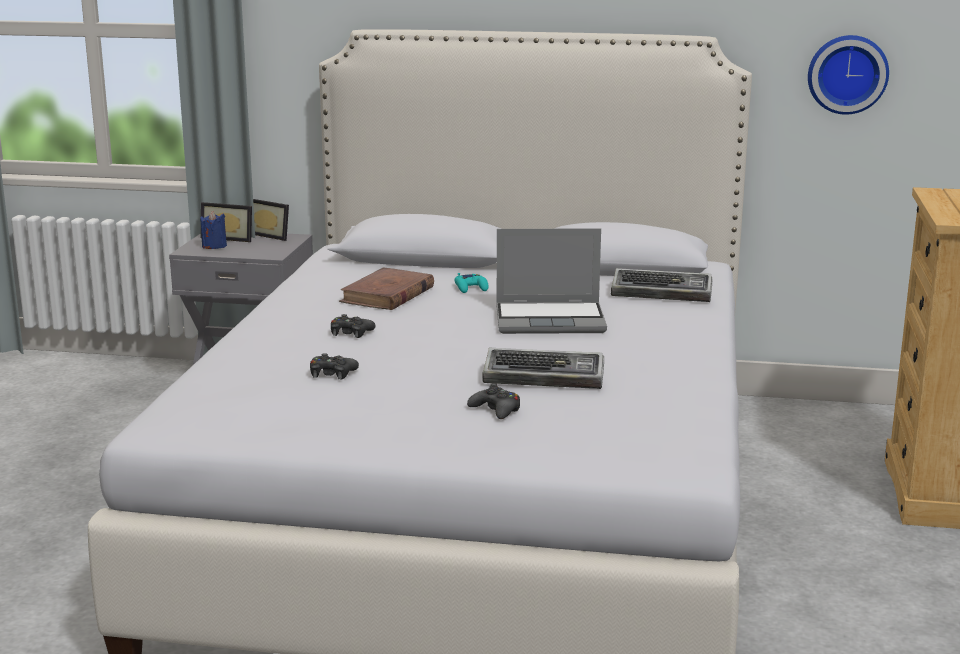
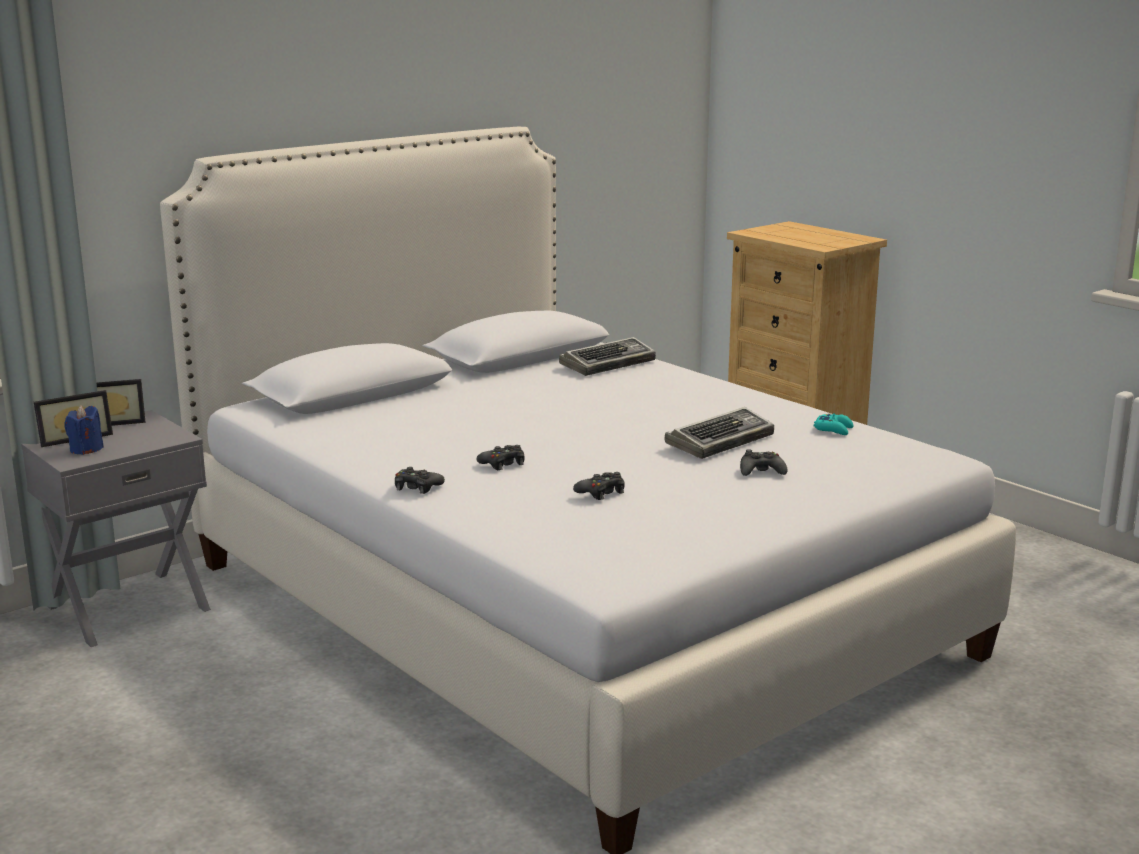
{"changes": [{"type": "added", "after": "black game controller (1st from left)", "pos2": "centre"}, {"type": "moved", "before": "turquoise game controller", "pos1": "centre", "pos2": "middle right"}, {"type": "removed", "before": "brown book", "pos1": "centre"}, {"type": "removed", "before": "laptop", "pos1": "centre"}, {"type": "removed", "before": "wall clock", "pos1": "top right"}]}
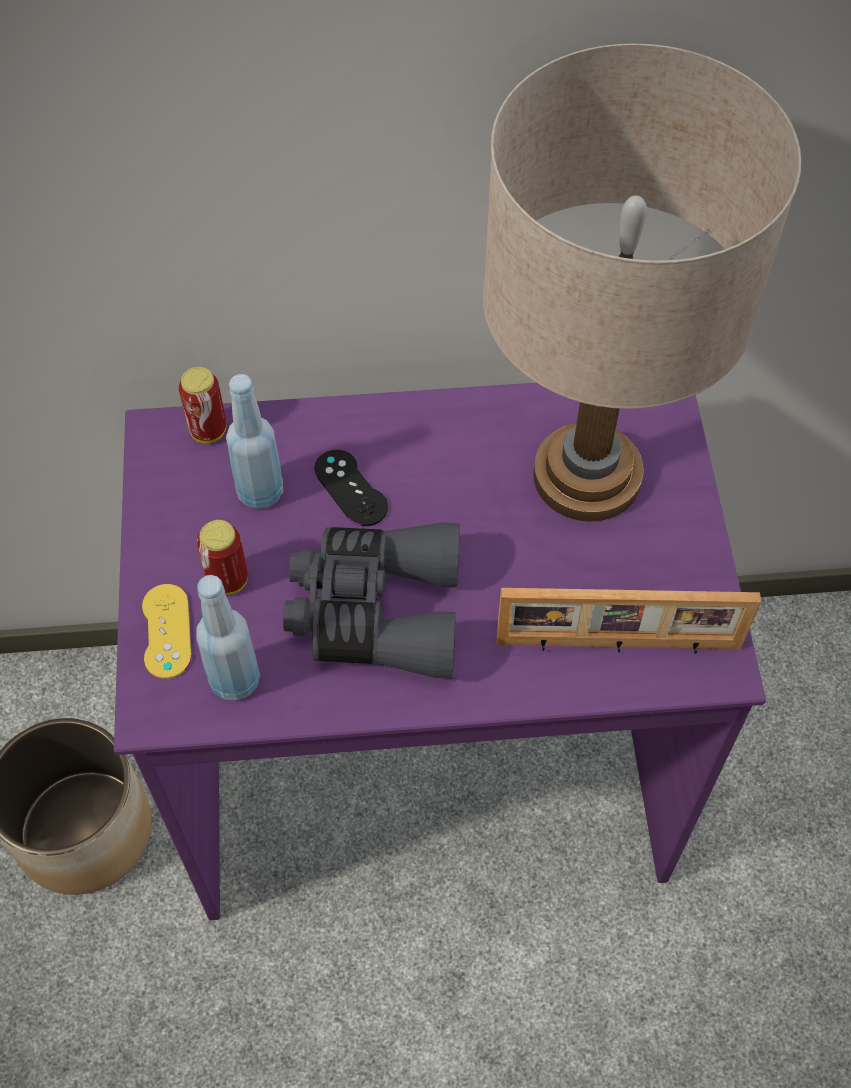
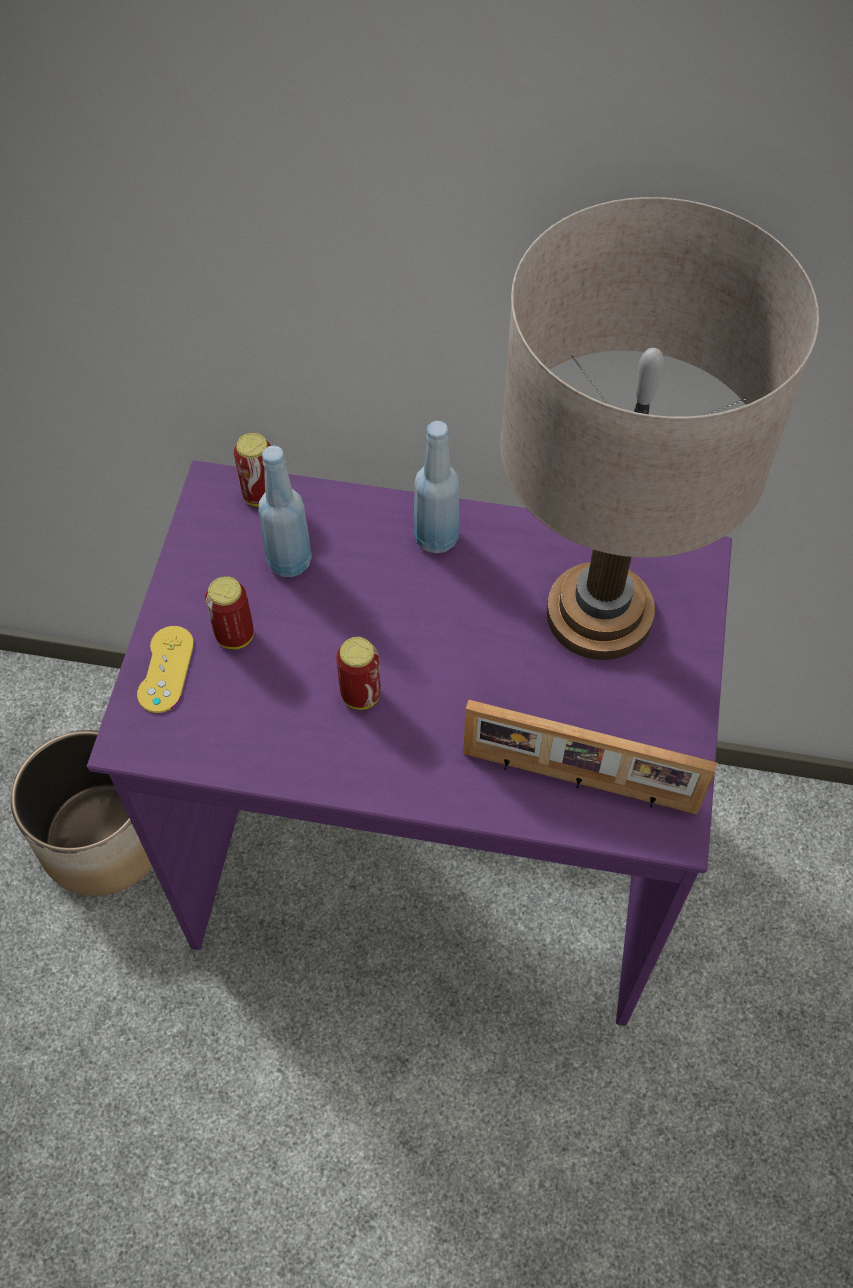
{"changes": [{"type": "replaced", "before": "grey binoculars", "after": "can (3rd from left)", "pos1": "centre", "pos2": "centre"}, {"type": "moved", "before": "blue bottle (1st from left in the first image)", "after": "blue bottle (2nd from left)", "pos1": "middle left", "pos2": "centre"}, {"type": "removed", "before": "black game controller", "pos1": "centre"}]}
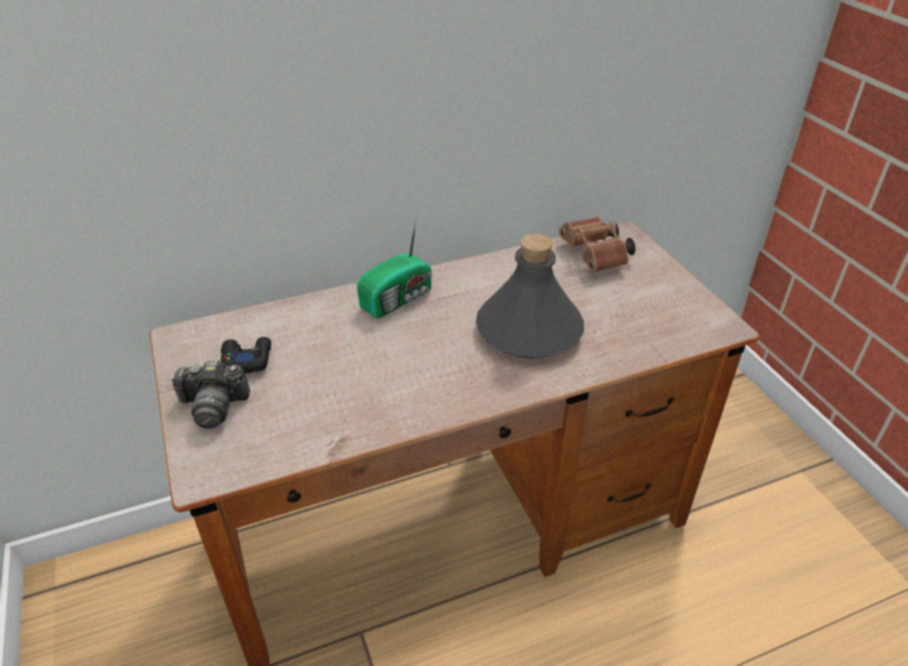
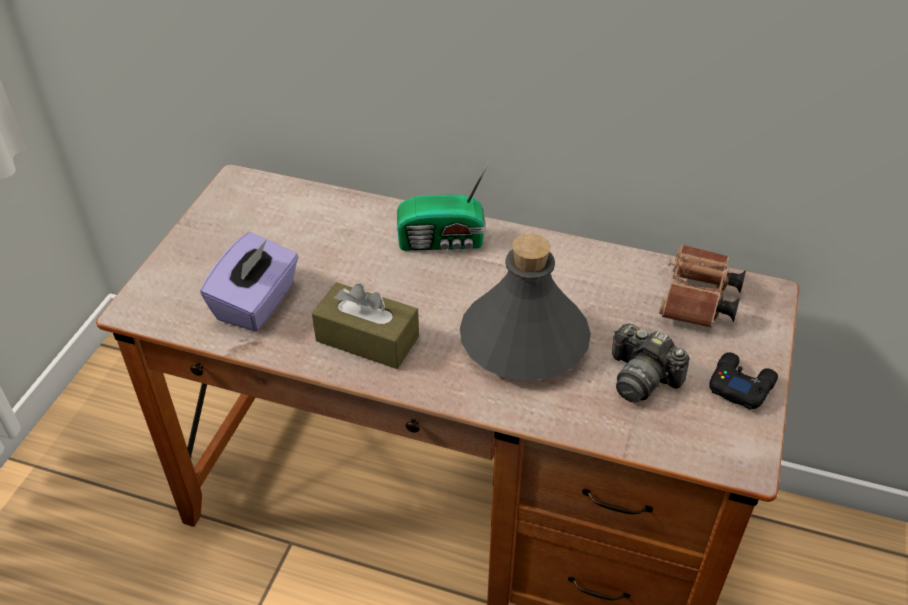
{"changes": [{"type": "added", "after": "purple tissue box", "pos2": "middle left"}, {"type": "added", "after": "brown tissue box", "pos2": "centre"}, {"type": "moved", "before": "photo camera", "pos1": "middle left", "pos2": "middle right"}, {"type": "moved", "before": "black game controller", "pos1": "middle left", "pos2": "middle right"}]}
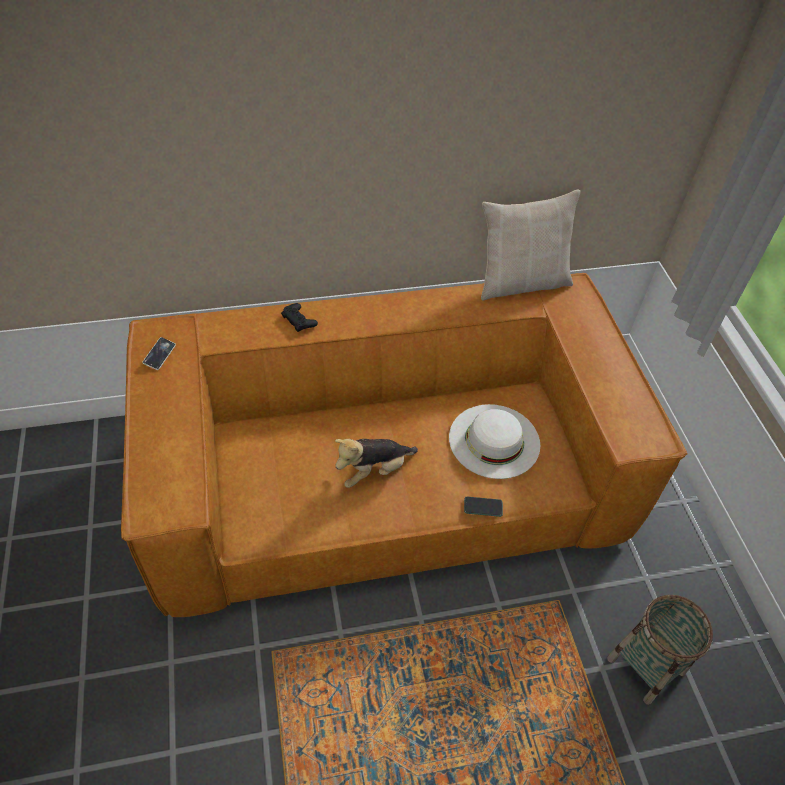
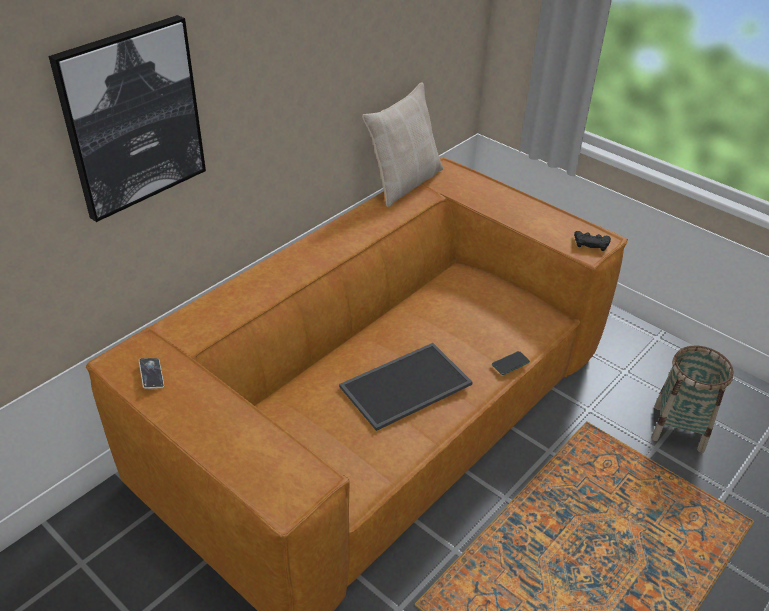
{"changes": [{"type": "added", "after": "picture", "pos2": "top left"}, {"type": "replaced", "before": "plush toy", "after": "tray", "pos1": "centre", "pos2": "centre"}, {"type": "moved", "before": "black game controller", "pos1": "centre", "pos2": "middle right"}, {"type": "removed", "before": "white hat", "pos1": "centre"}]}
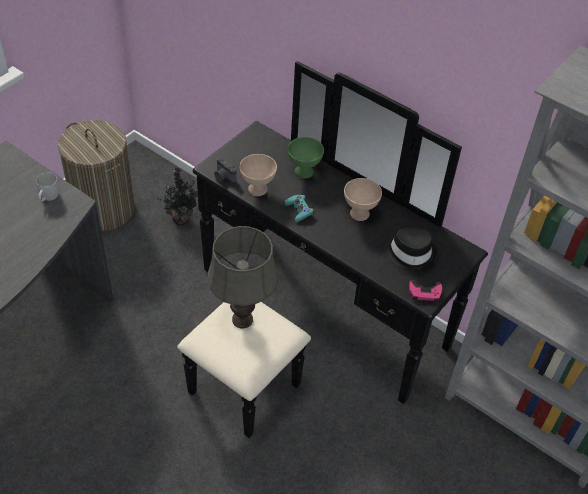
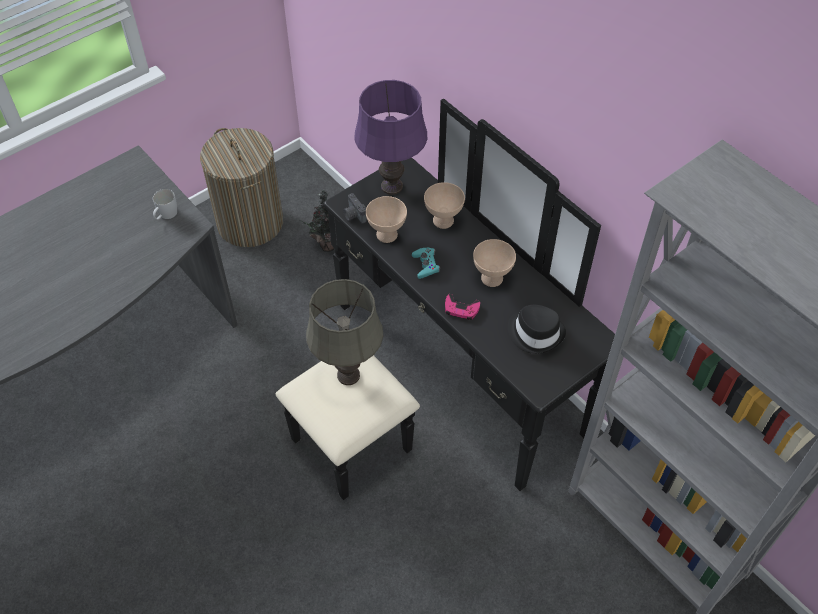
{"changes": [{"type": "added", "after": "purple table lamp", "pos2": "top centre"}, {"type": "recoloured", "before": "green bowl", "after": "beige bowl (2nd from left)", "pos1": "top centre", "pos2": "centre"}, {"type": "moved", "before": "pink game controller", "pos1": "middle right", "pos2": "centre"}]}
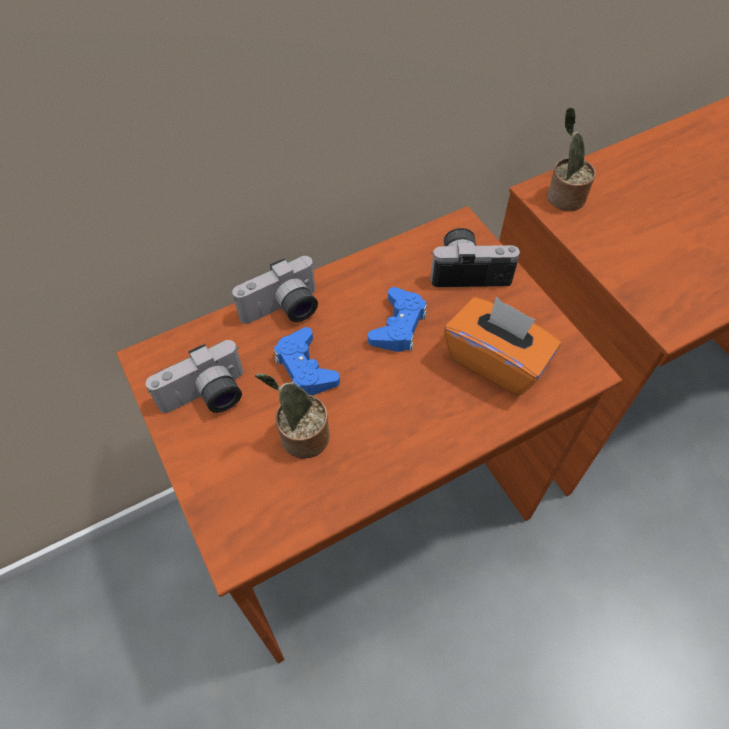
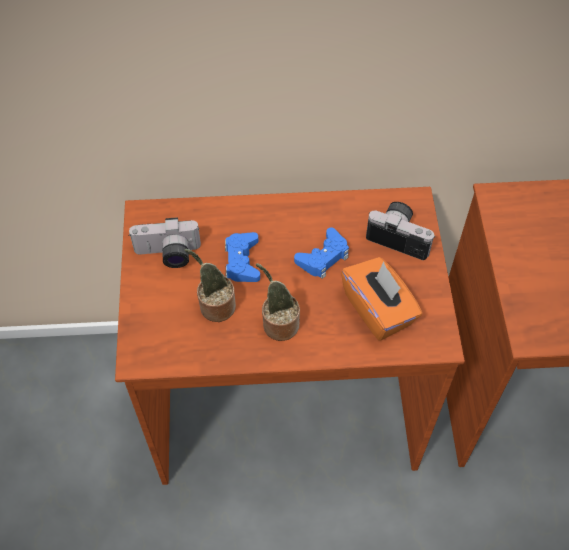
{"changes": [{"type": "moved", "before": "potted plant (2nd from left)", "pos1": "top right", "pos2": "centre"}, {"type": "removed", "before": "photo camera (2nd from left)", "pos1": "centre"}]}
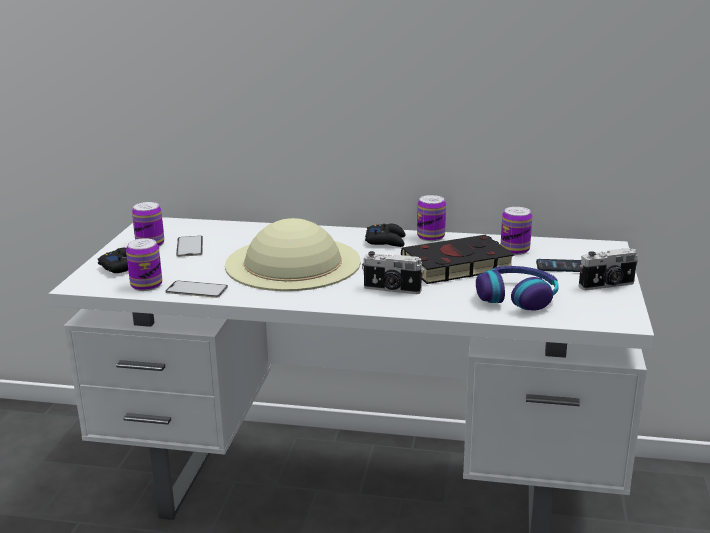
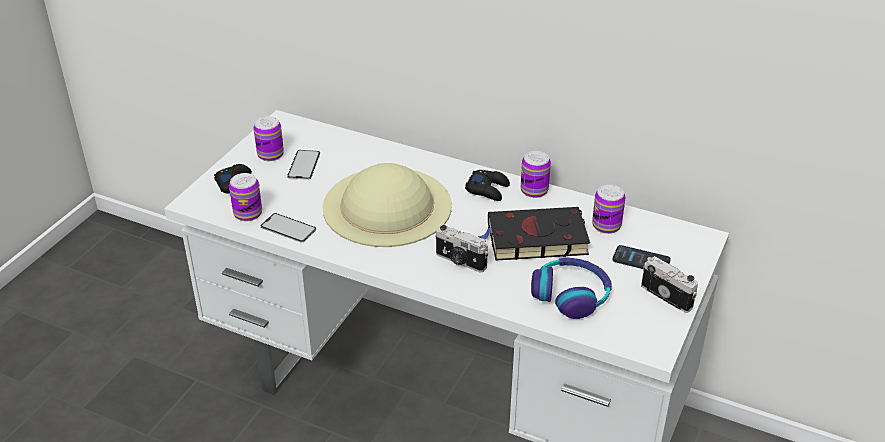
{"changes": [{"type": "turned", "before": "photo camera (2nd from left)", "pos1": "middle right", "pos2": "middle right", "turn": -135}]}
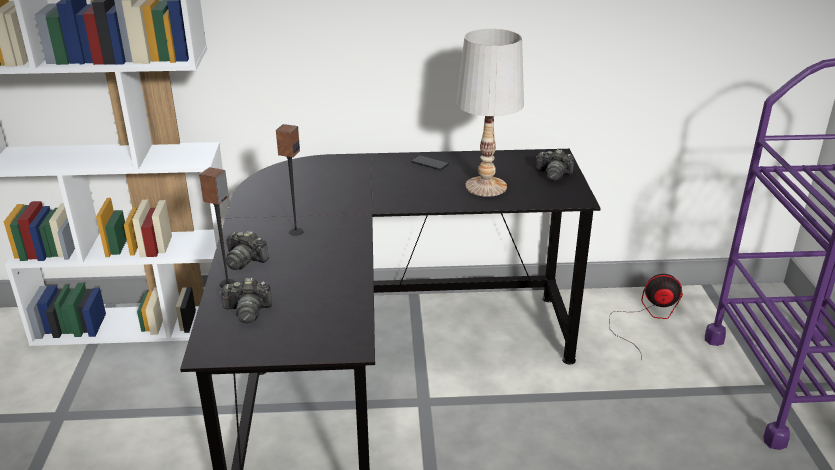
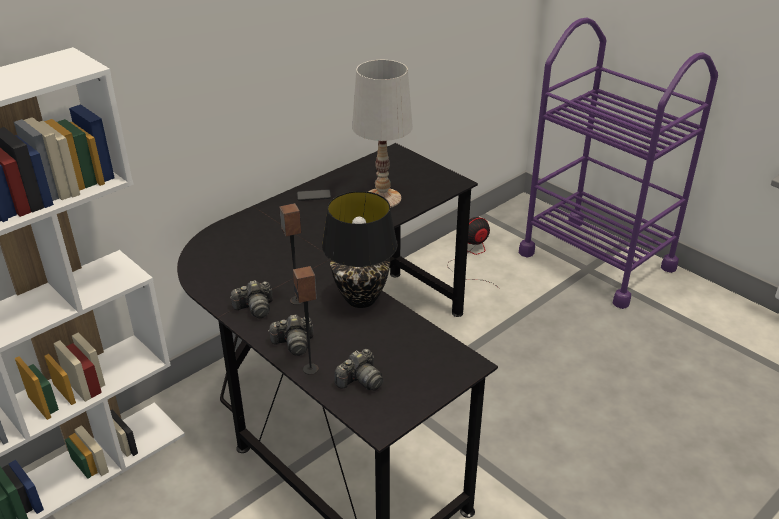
{"changes": [{"type": "moved", "before": "photo camera (3rd from left in the first image)", "after": "photo camera (1st from left)", "pos1": "centre", "pos2": "middle left"}, {"type": "added", "after": "black table lamp", "pos2": "centre"}]}
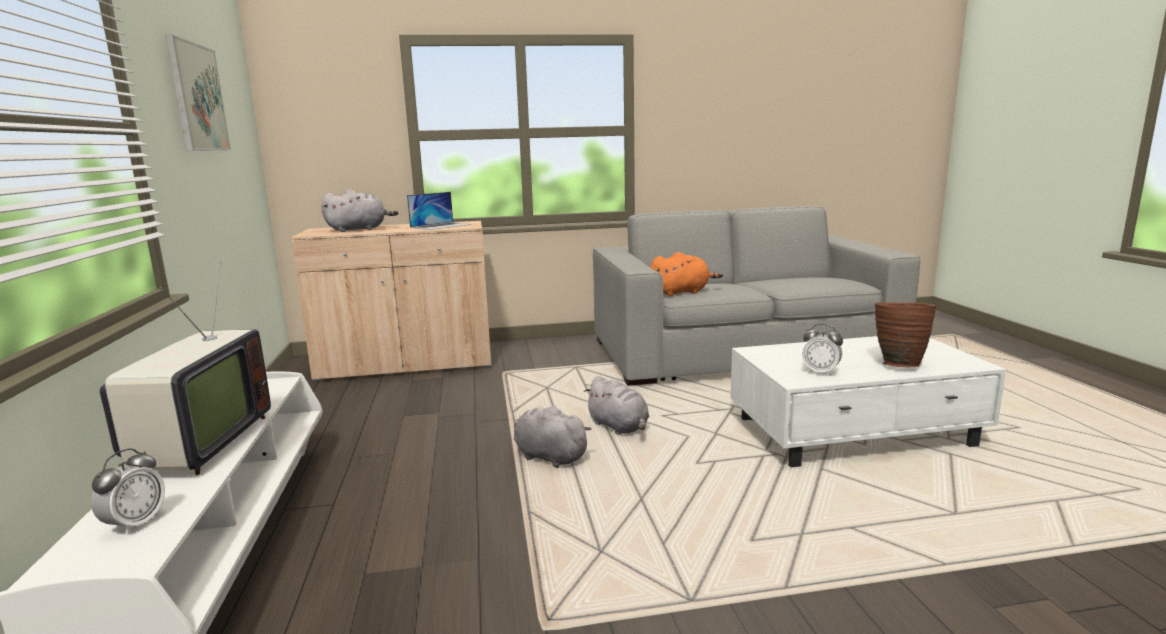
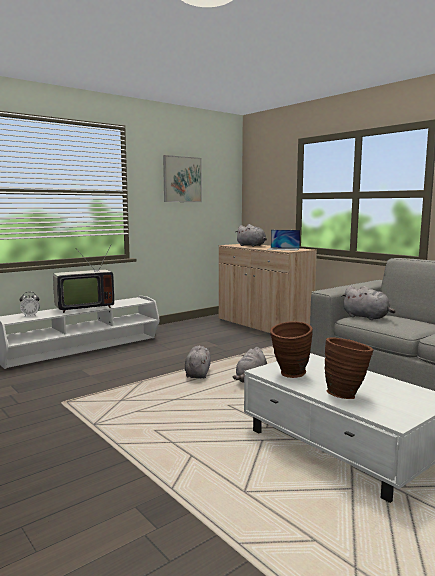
{"changes": [{"type": "replaced", "before": "alarm clock (2nd from left)", "after": "brown vase (1st from left)", "pos1": "middle right", "pos2": "middle right"}, {"type": "recoloured", "before": "orange plush toy", "after": "grey plush toy (4th from left)", "pos1": "centre", "pos2": "middle right"}]}
